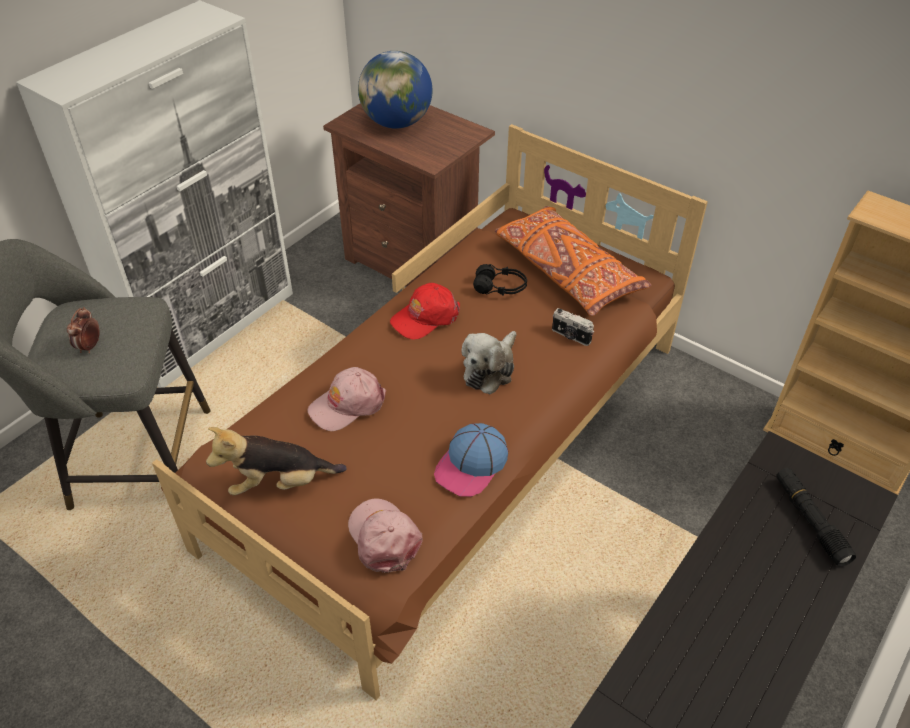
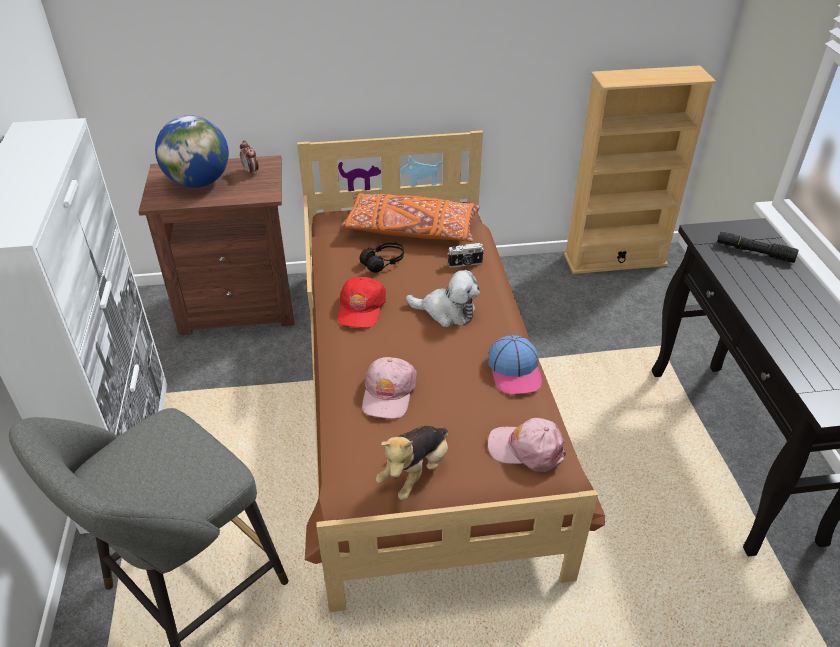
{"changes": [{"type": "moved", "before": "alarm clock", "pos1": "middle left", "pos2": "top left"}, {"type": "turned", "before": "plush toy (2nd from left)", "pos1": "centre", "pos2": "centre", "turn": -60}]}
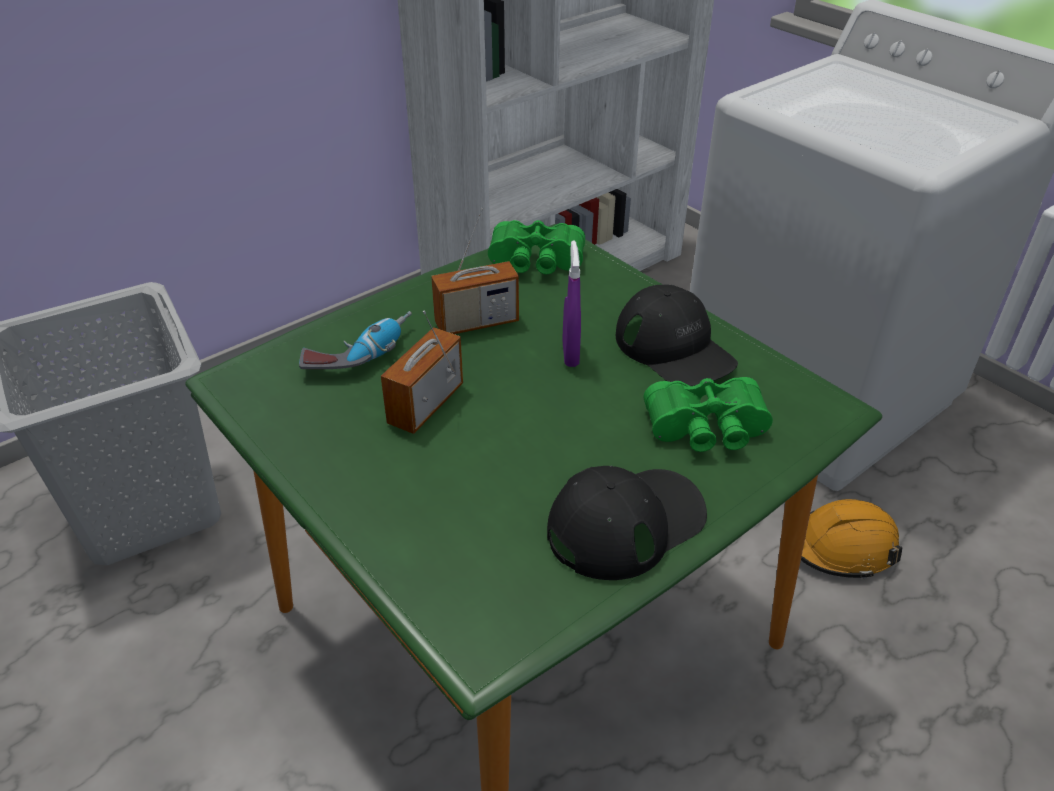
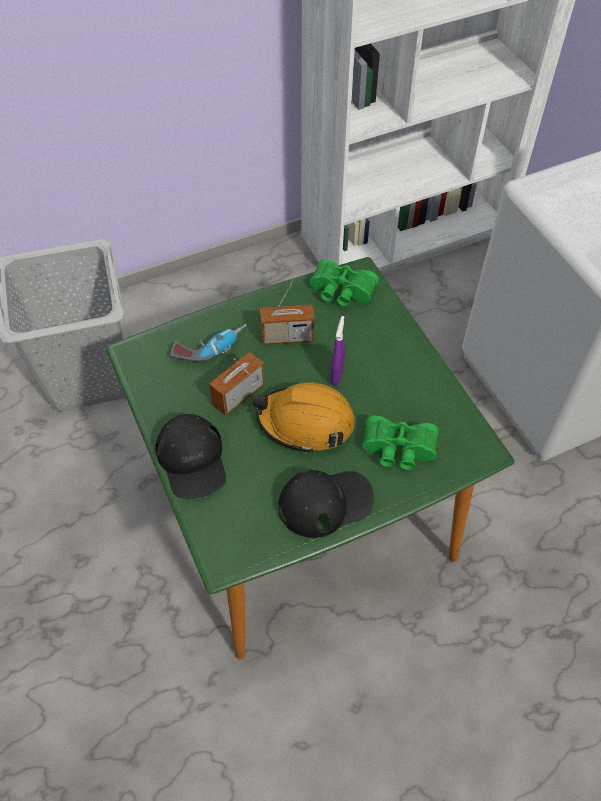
{"changes": [{"type": "moved", "before": "black cap (2nd from left in the first image)", "after": "black cap (1st from left)", "pos1": "centre", "pos2": "middle left"}, {"type": "moved", "before": "orange hard hat", "pos1": "bottom right", "pos2": "centre"}]}
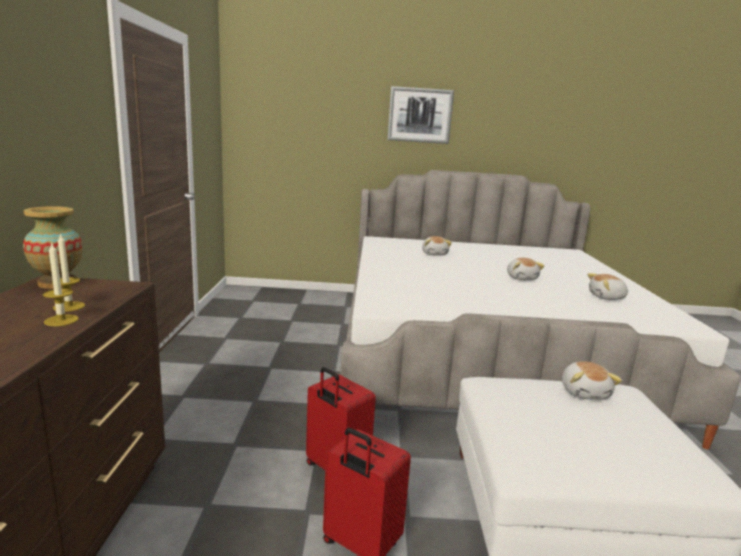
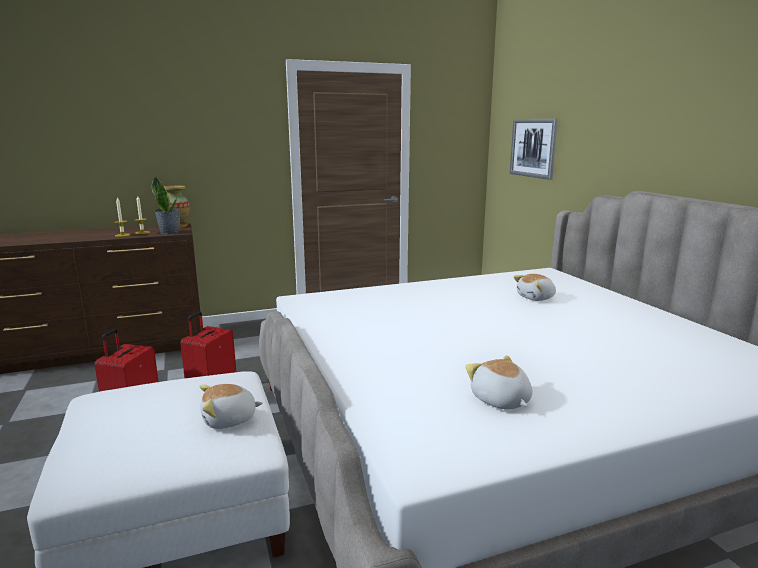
{"changes": [{"type": "added", "after": "potted plant", "pos2": "middle left"}, {"type": "moved", "before": "picture", "pos1": "top centre", "pos2": "top right"}, {"type": "removed", "before": "plush toy (2nd from left)", "pos1": "middle right"}]}
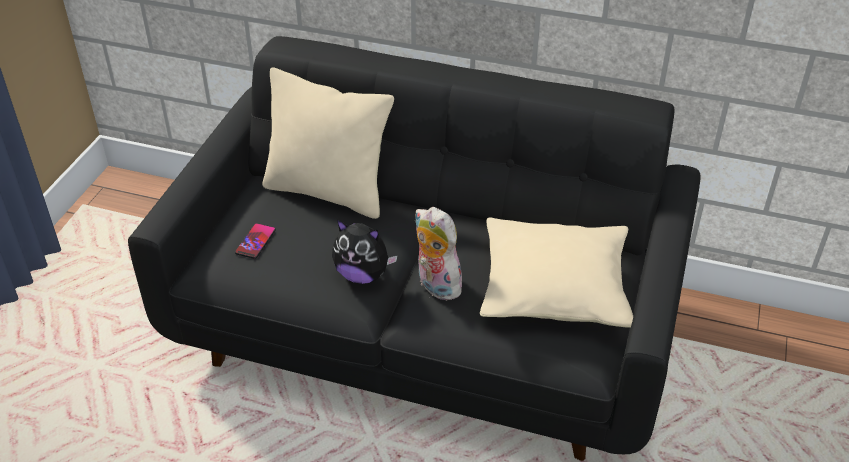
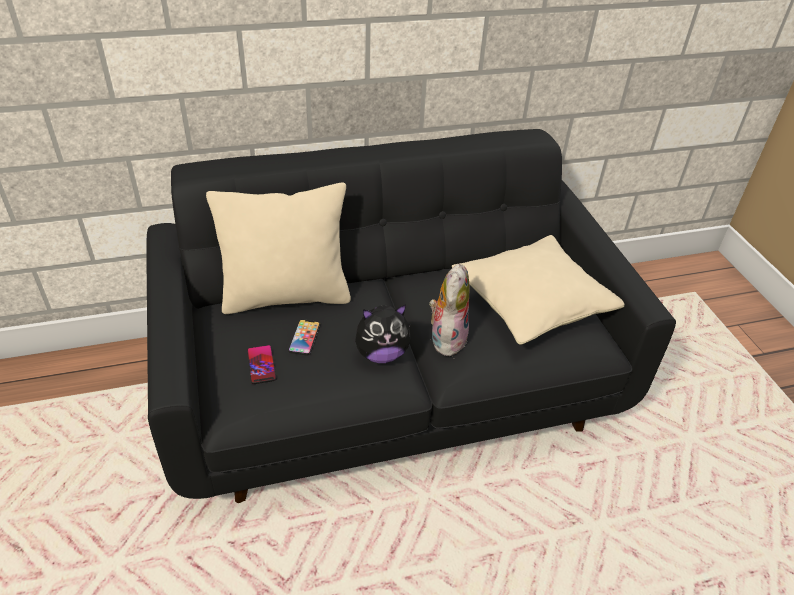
{"changes": [{"type": "added", "after": "phone (2nd from left)", "pos2": "centre"}, {"type": "turned", "before": "plush toy (2nd from left)", "pos1": "centre", "pos2": "centre", "turn": 90}]}
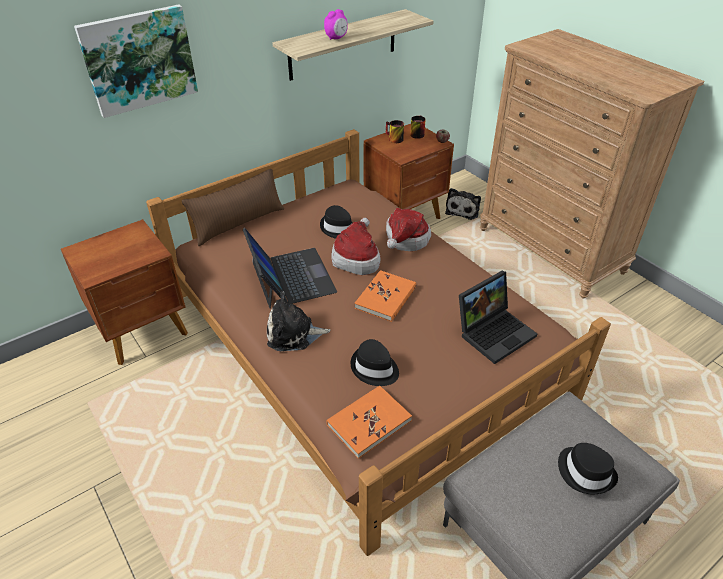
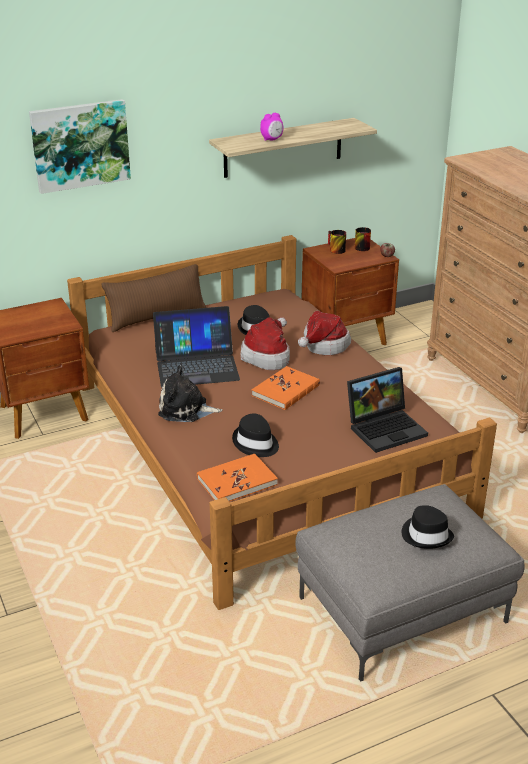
{"changes": [{"type": "turned", "before": "laptop (1st from left)", "pos1": "centre", "pos2": "centre", "turn": 90}, {"type": "removed", "before": "plush toy (2nd from left)", "pos1": "centre"}]}
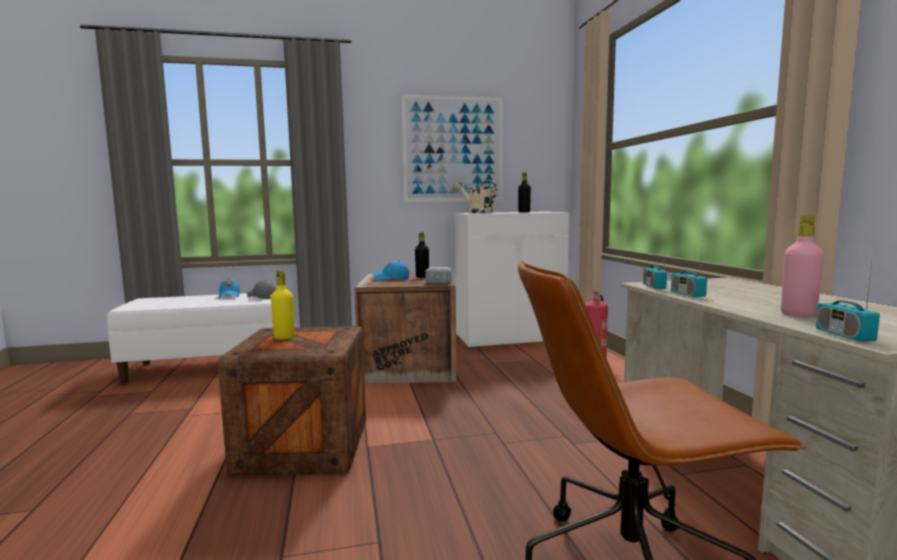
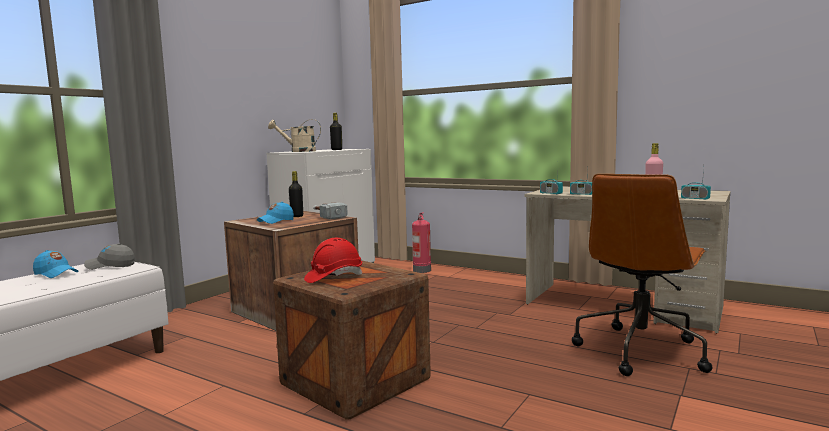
{"changes": [{"type": "replaced", "before": "yellow bottle", "after": "red hard hat", "pos1": "middle left", "pos2": "centre"}, {"type": "removed", "before": "picture", "pos1": "top centre"}]}
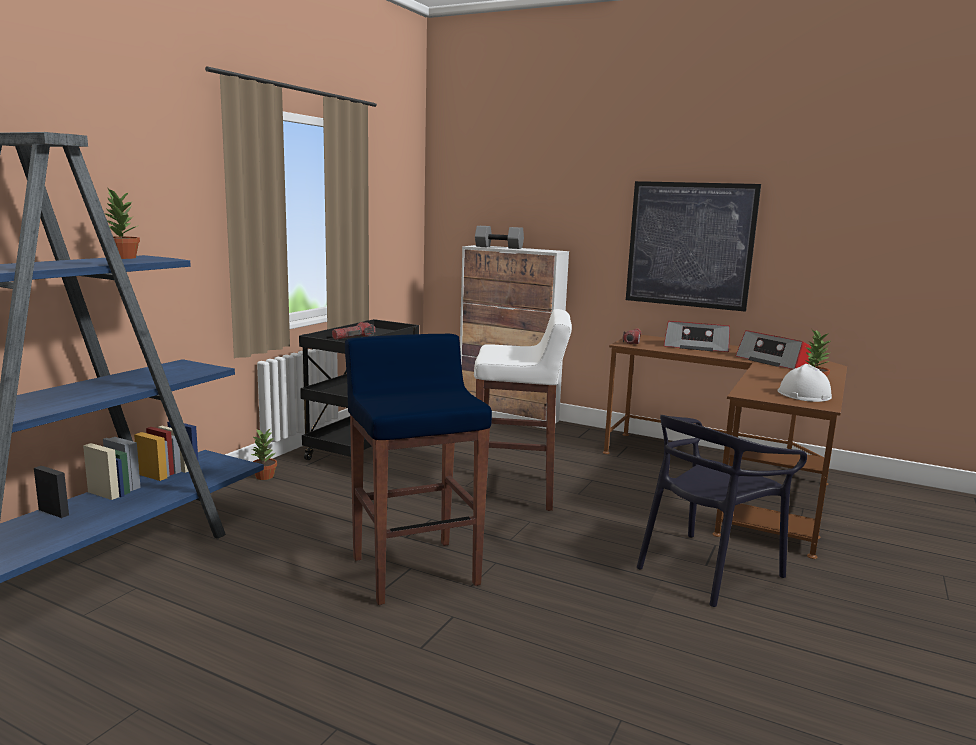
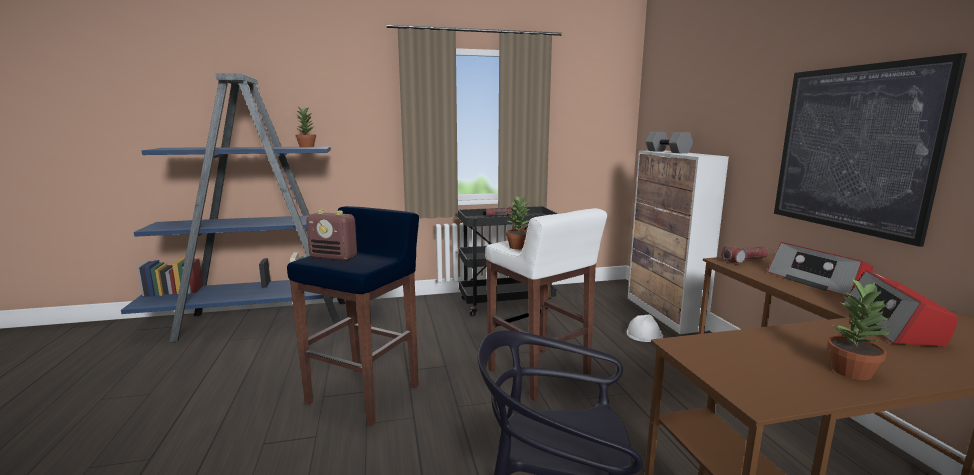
{"changes": [{"type": "added", "after": "radio (1st from left)", "pos2": "centre"}, {"type": "moved", "before": "potted plant (2nd from left)", "pos1": "middle left", "pos2": "centre"}, {"type": "moved", "before": "white hard hat", "pos1": "middle right", "pos2": "bottom centre"}]}
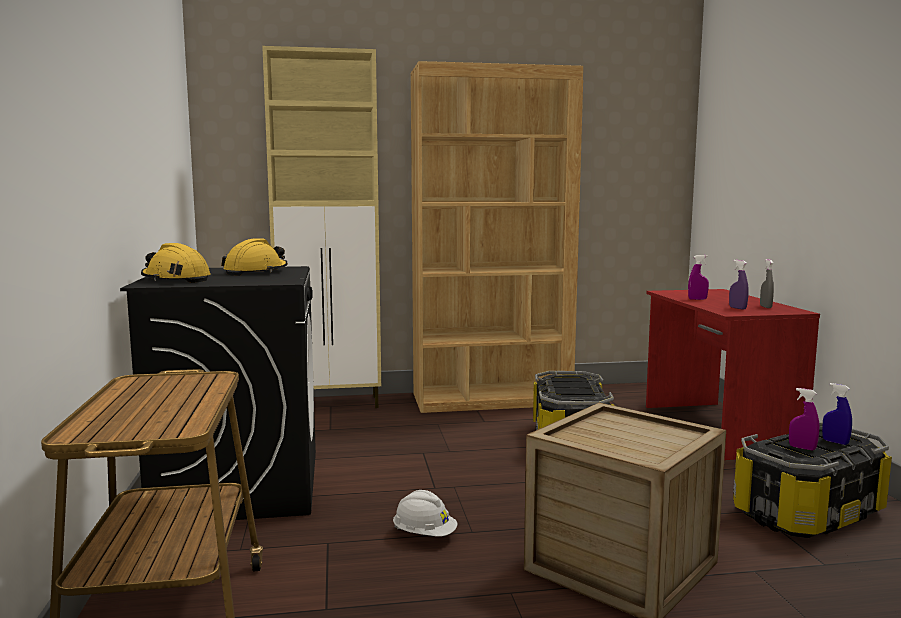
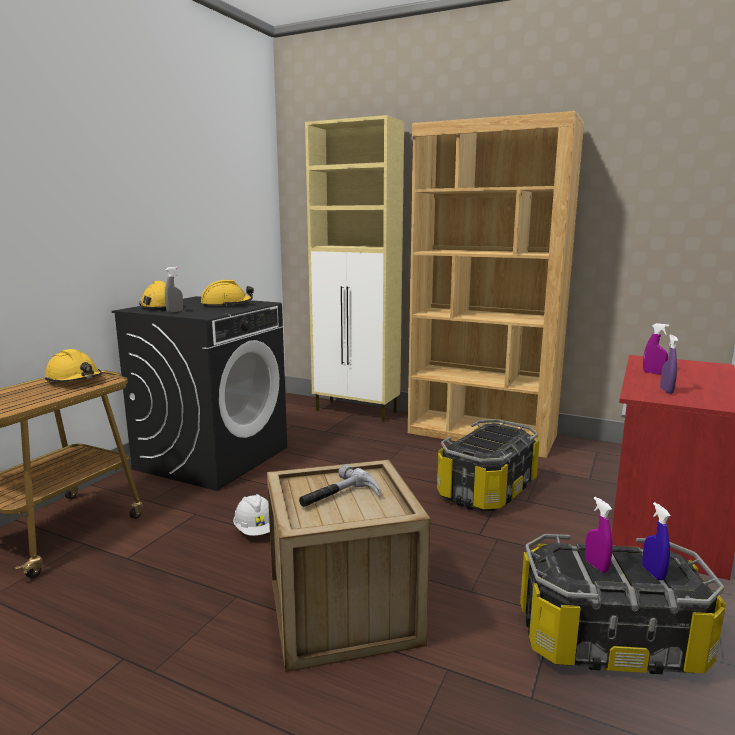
{"changes": [{"type": "added", "after": "yellow hard hat (1st from left)", "pos2": "middle left"}, {"type": "moved", "before": "grey spray bottle", "pos1": "middle right", "pos2": "middle left"}, {"type": "added", "after": "hammer", "pos2": "centre"}]}
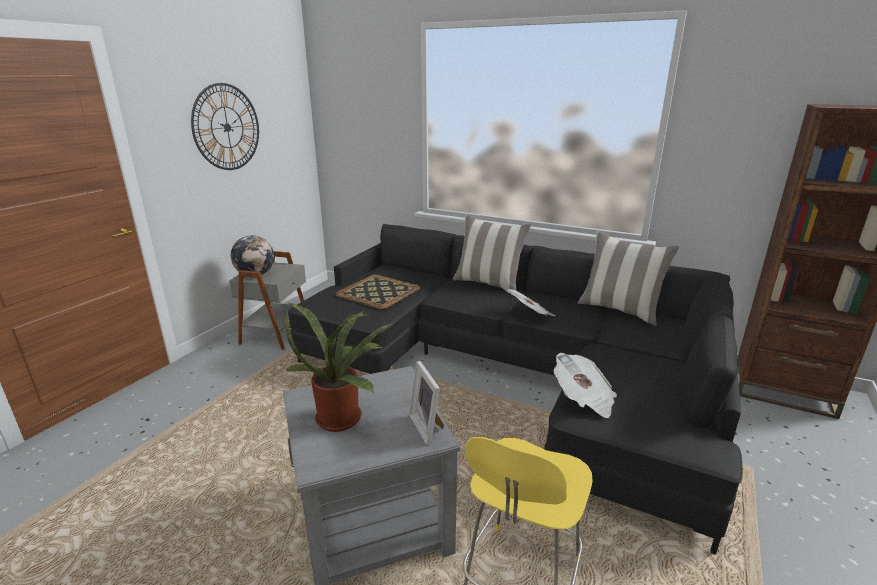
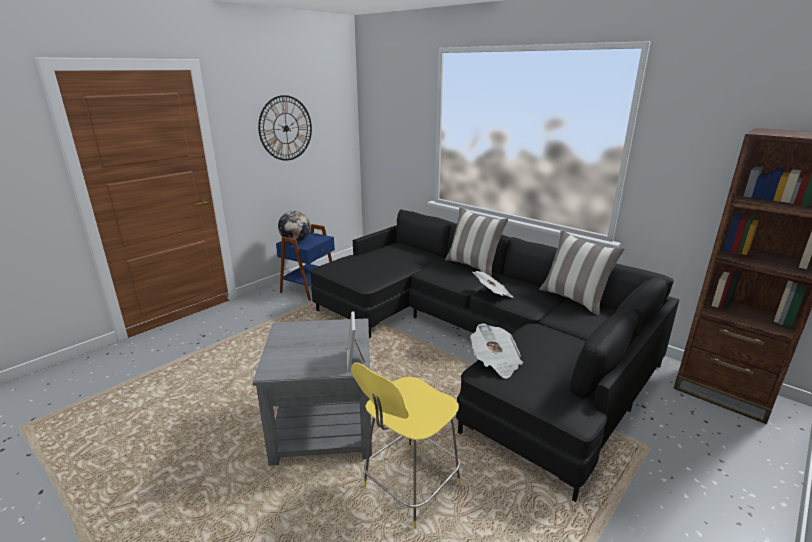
{"changes": [{"type": "recoloured", "before": "grey side table (1st from left)", "after": "blue side table", "pos1": "middle left", "pos2": "centre"}, {"type": "removed", "before": "potted plant", "pos1": "centre"}, {"type": "removed", "before": "tray", "pos1": "centre"}]}
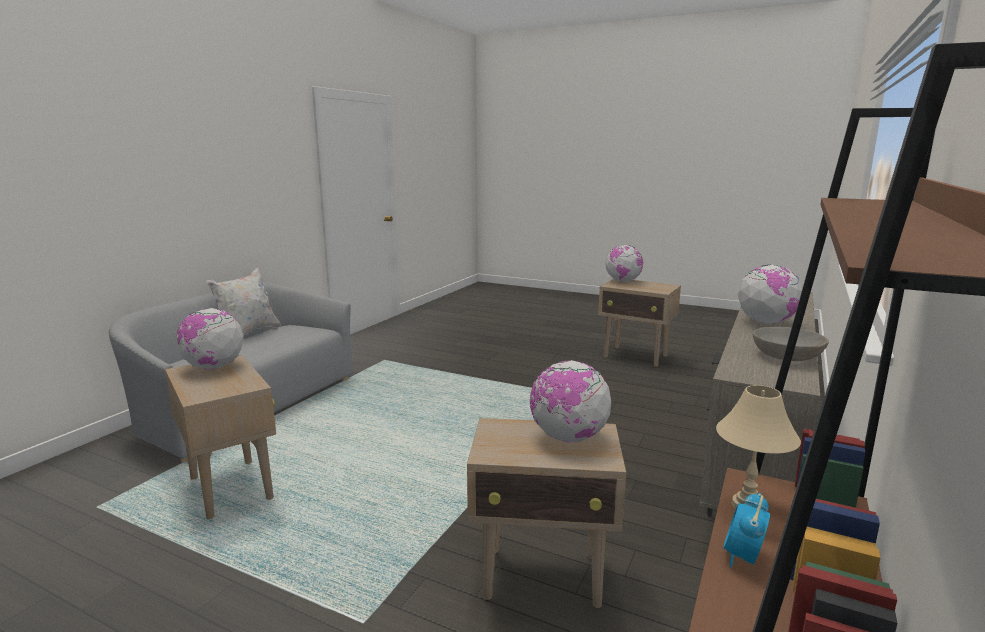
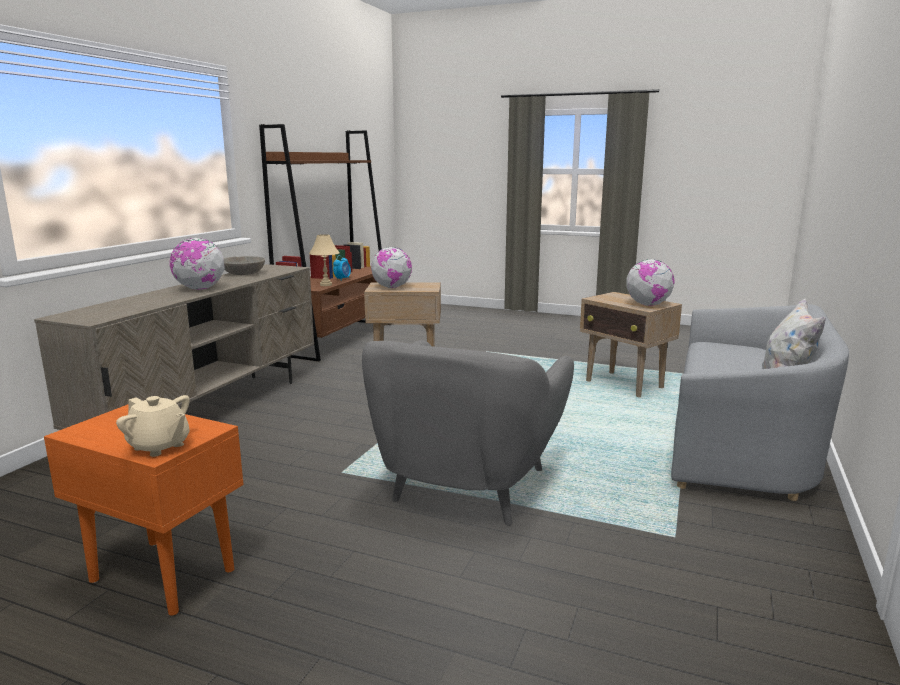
{"changes": [{"type": "recoloured", "before": "beige side table (3rd from left)", "after": "orange side table", "pos1": "centre", "pos2": "bottom left"}, {"type": "replaced", "before": "globe (3rd from left)", "after": "beige teapot", "pos1": "centre", "pos2": "middle left"}, {"type": "added", "after": "grey armchair", "pos2": "centre"}]}
